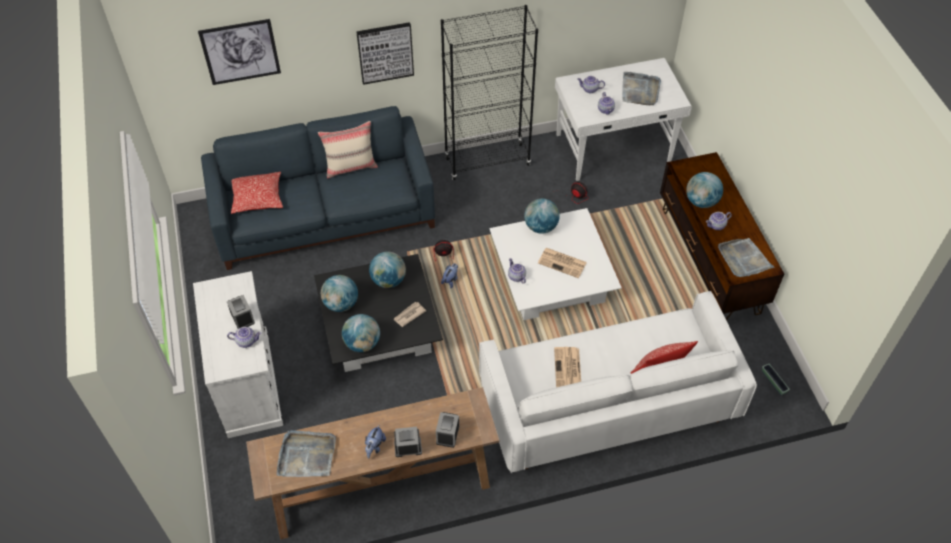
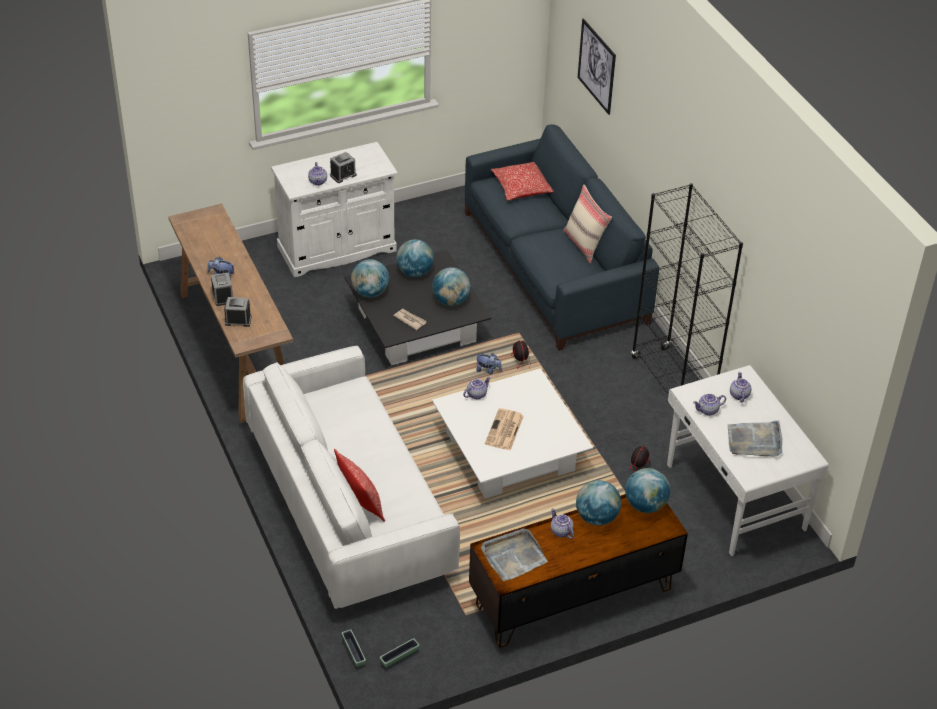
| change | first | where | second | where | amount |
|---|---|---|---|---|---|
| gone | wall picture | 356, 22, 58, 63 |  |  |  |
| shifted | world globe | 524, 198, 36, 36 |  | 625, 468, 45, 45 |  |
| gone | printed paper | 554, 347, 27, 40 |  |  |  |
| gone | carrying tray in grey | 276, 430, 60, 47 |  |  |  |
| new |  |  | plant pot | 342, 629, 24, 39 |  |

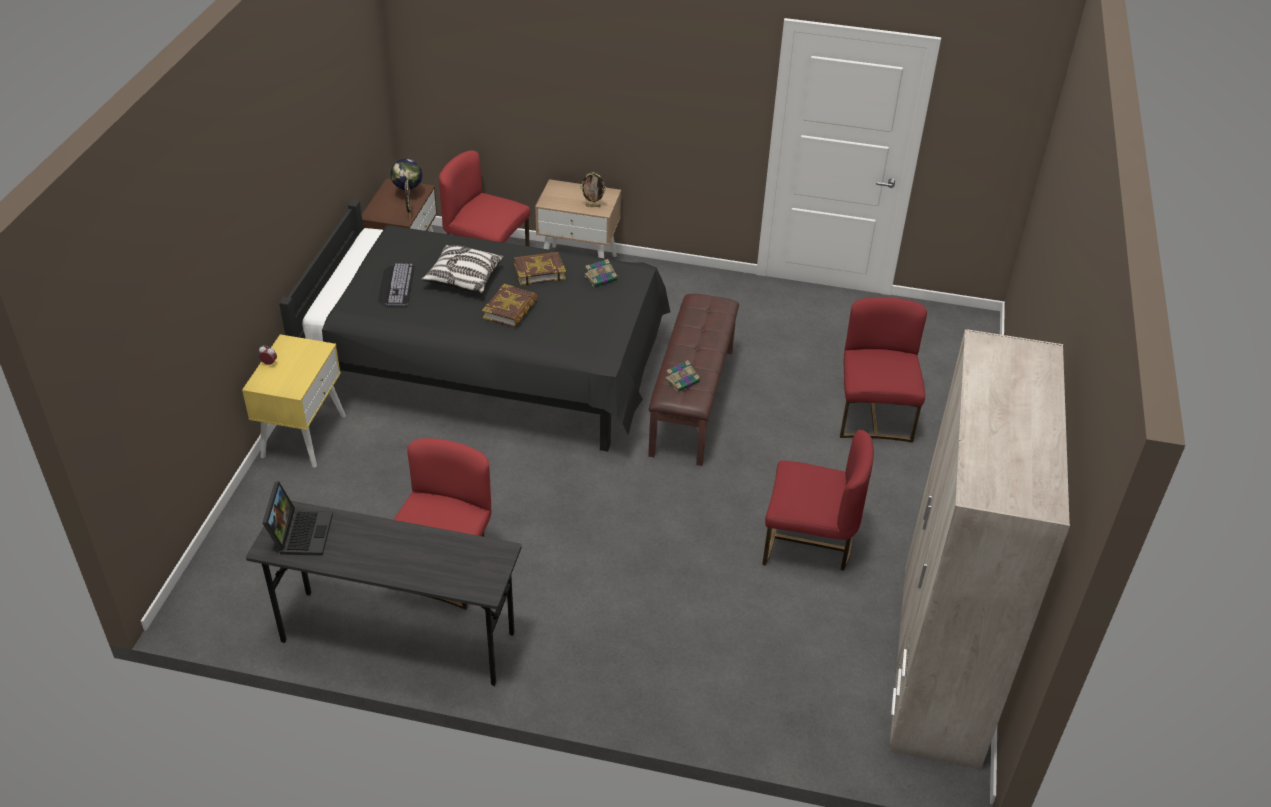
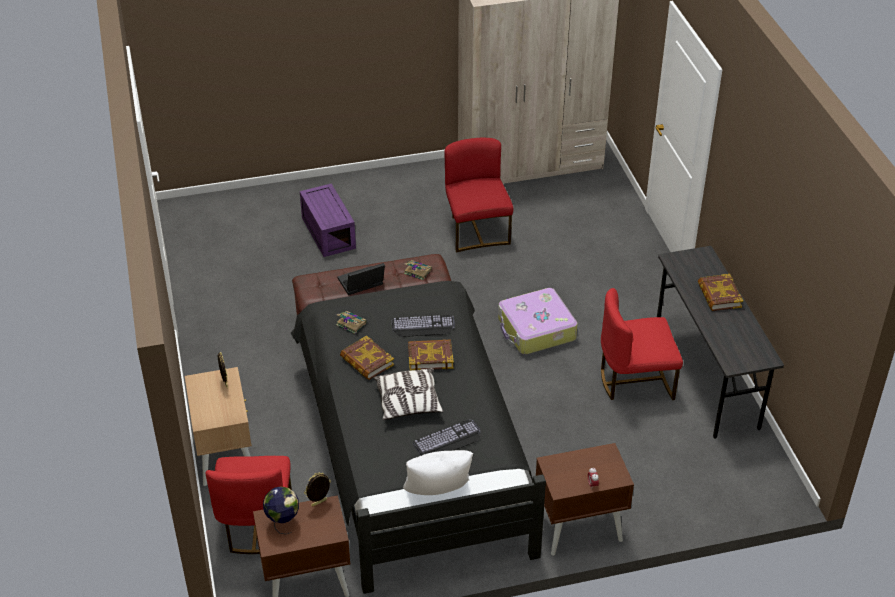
| change | first | where | second | where | amount |
|---|---|---|---|---|---|
| swapped | upright chair in reddish | 840, 297, 87, 145 | storage bin in purplish | 300, 183, 56, 74 |  |
| repainted | nightstand in yellowish | 242, 334, 104, 134 | nightstand in brown-coloured | 536, 443, 98, 113 |  |
| shifted | portable computer | 263, 482, 70, 74 |  | 337, 263, 48, 32 |  |
| new |  |  | bound book | 698, 274, 45, 37 |  |
| new |  |  | travel case | 498, 288, 80, 67 |  |
| new |  |  | computer keyboard | 392, 315, 63, 22 |  |
| new |  |  | cushion in white | 403, 450, 70, 45 |  |

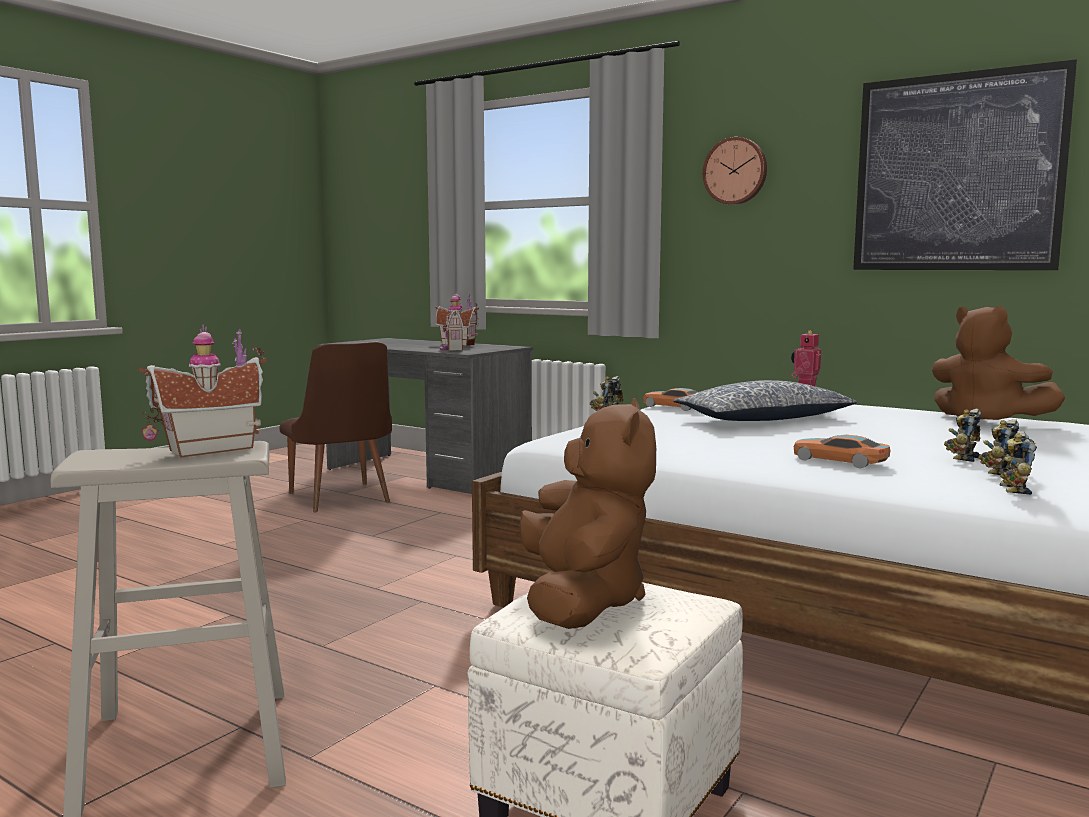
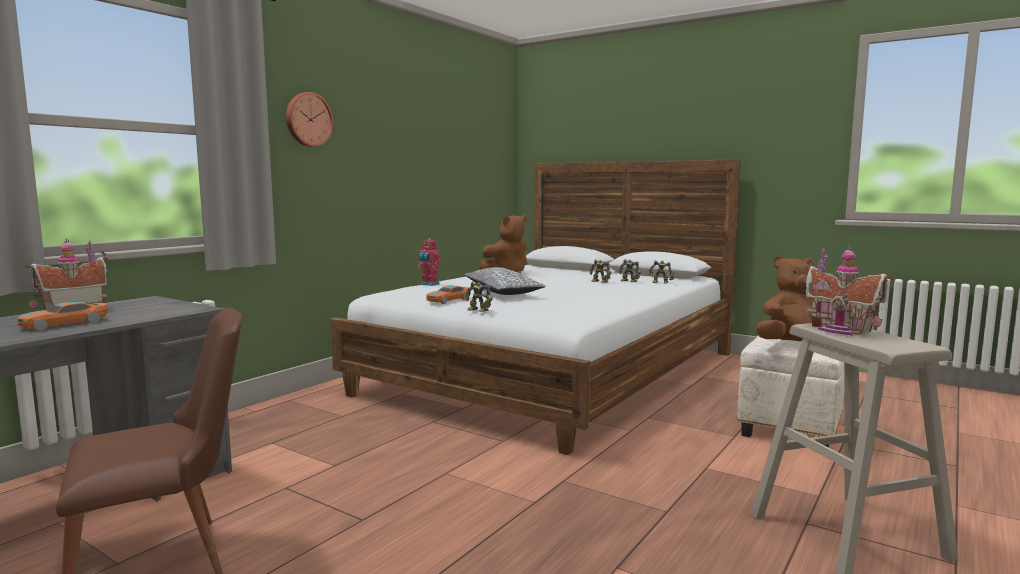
| change | first | where | second | where | amount |
|---|---|---|---|---|---|
| gone | wall picture | 853, 59, 224, 211 |  |  |  |
| gone | miniature house | 439, 292, 25, 59 |  |  |  |
| shifted | miniature car | 794, 435, 96, 34 |  | 17, 301, 90, 30 |  |

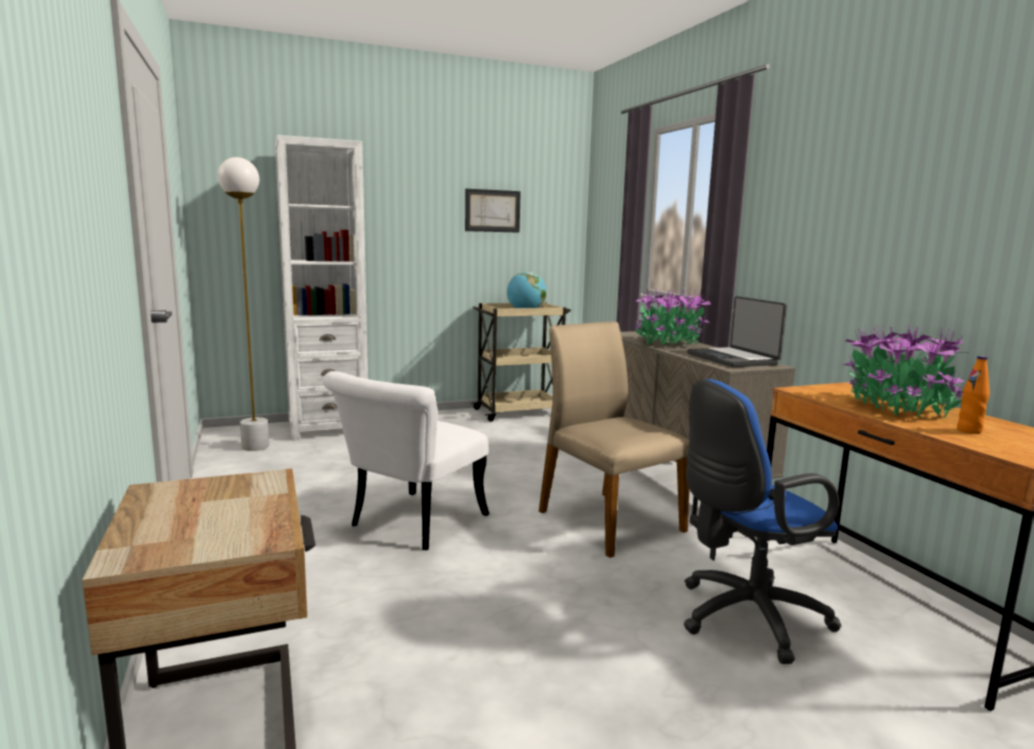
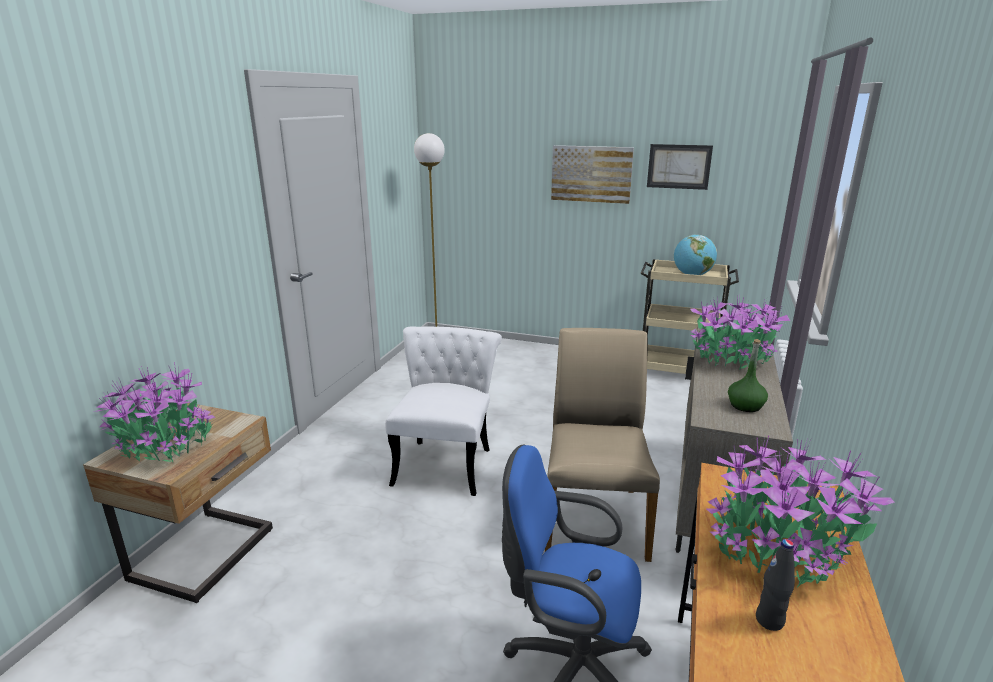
| change | first | where | second | where | amount |
|---|---|---|---|---|---|
| gone | bookcase in white | 275, 135, 93, 306 |  |  |  |
| swapped | portable computer | 687, 296, 100, 71 | bottle in green-coloured | 728, 339, 40, 73 |  |
| repainted | bottle in orange-coloured | 957, 356, 33, 78 | bottle in black | 756, 539, 39, 92 |  |
| rotated | upright chair in white | 323, 371, 166, 179 |  | 385, 327, 117, 169 | 120 degrees clockwise |
| new |  |  | wall picture | 551, 145, 83, 59 |  |
| new |  |  | plant in a pot | 96, 362, 119, 100 |  |

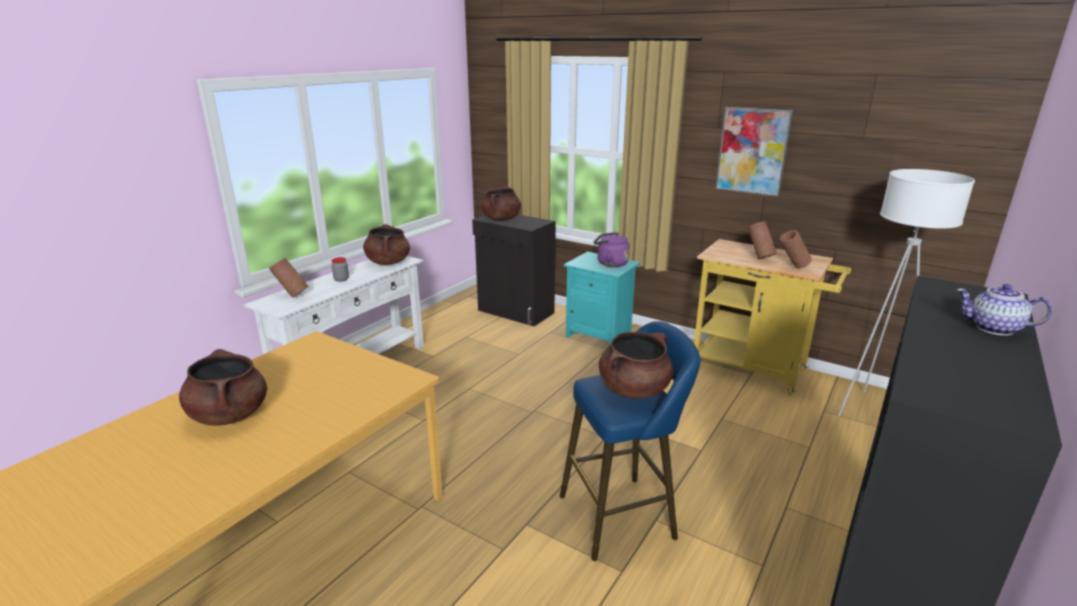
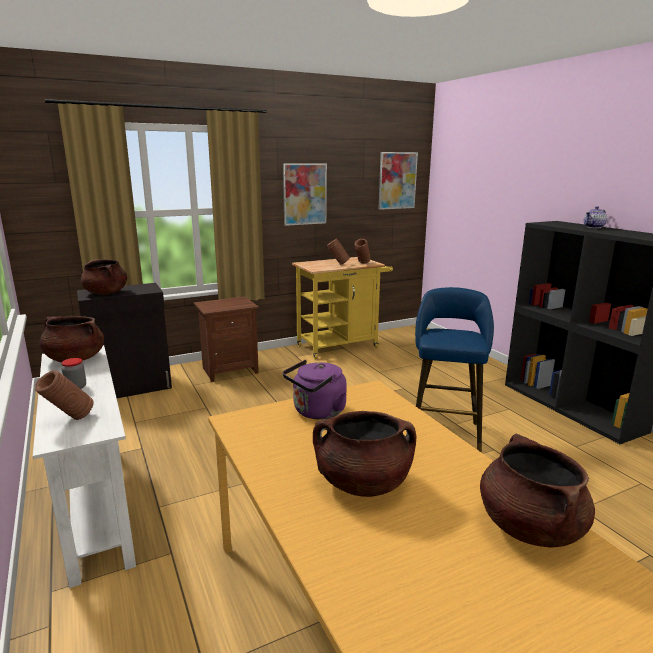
| change | first | where | second | where | amount |
|---|---|---|---|---|---|
| gone | standing lamp in white | 838, 169, 137, 248 |  |  |  |
| shifted | tea kettle in purplish | 594, 232, 36, 35 |  | 283, 360, 64, 59 |  |
| repainted | nightstand in turquoise-coloured | 564, 251, 77, 94 | nightstand in brown-coloured | 194, 296, 65, 86 |  |
| shifted | cooking pot in brown-coloured | 599, 332, 74, 67 |  | 480, 434, 115, 114 |  |
| new |  |  | wall picture | 379, 152, 39, 58 |  |

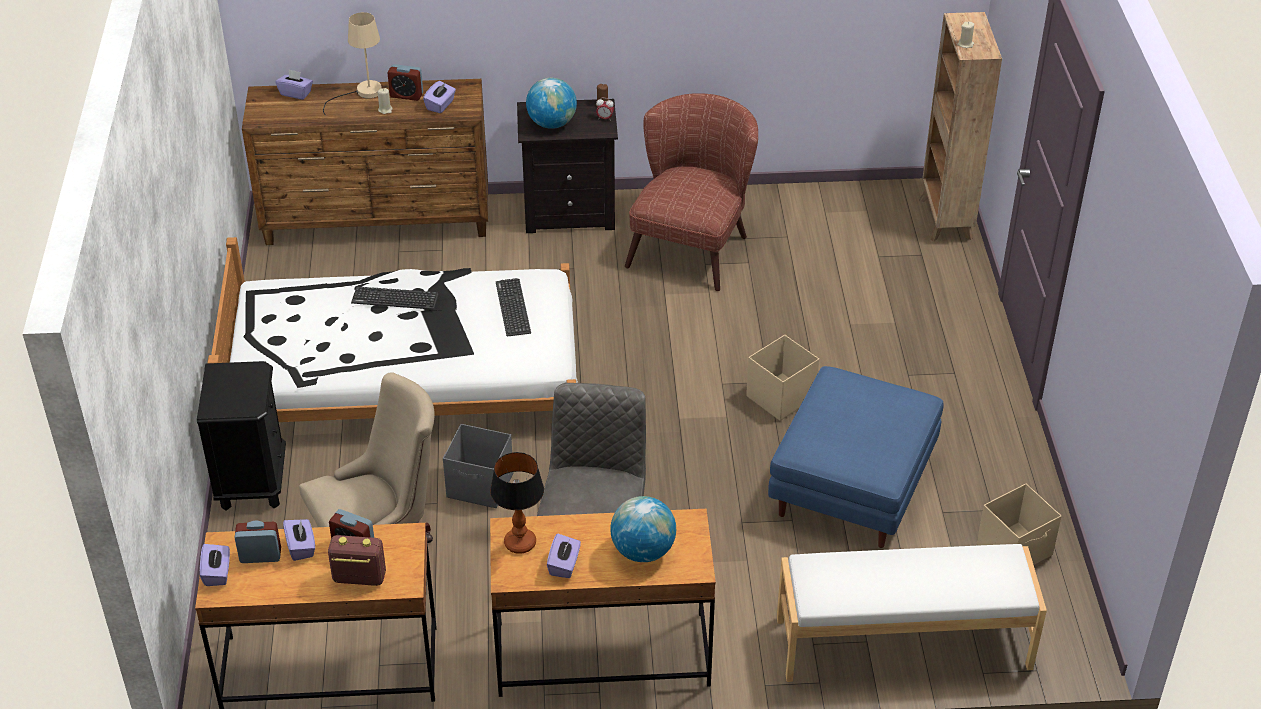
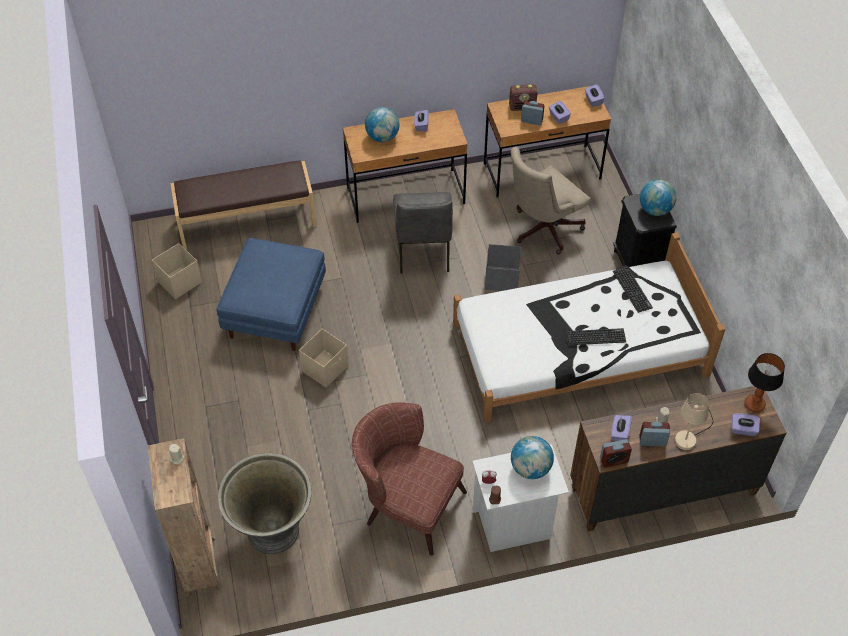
| change | first | where | second | where | amount |
|---|---|---|---|---|---|
| rotated | armchair in brown-coloured | 625, 93, 133, 198 |  | 352, 402, 115, 154 | 105 degrees clockwise |
| repainted | nightstand in black | 517, 99, 101, 134 | nightstand in white | 472, 444, 97, 108 |  |
| shifted | computer keyboard | 496, 278, 35, 58 |  | 613, 267, 40, 46 |  |
| shifted | table lamp | 490, 452, 54, 102 |  | 745, 353, 40, 60 |  |
| shifted | alarm clock | 234, 520, 47, 43 |  | 600, 439, 32, 28 |  |
| repainted | bench in white | 777, 544, 270, 138 | bench in brown-coloured | 170, 160, 146, 90 |  |
| new |  |  | world globe | 640, 180, 37, 36 |  |
| new |  |  | plant pot in grey | 218, 453, 94, 101 |  |

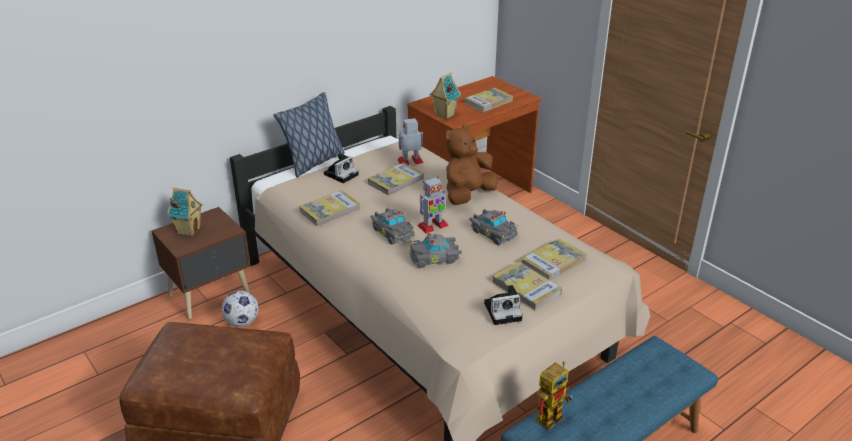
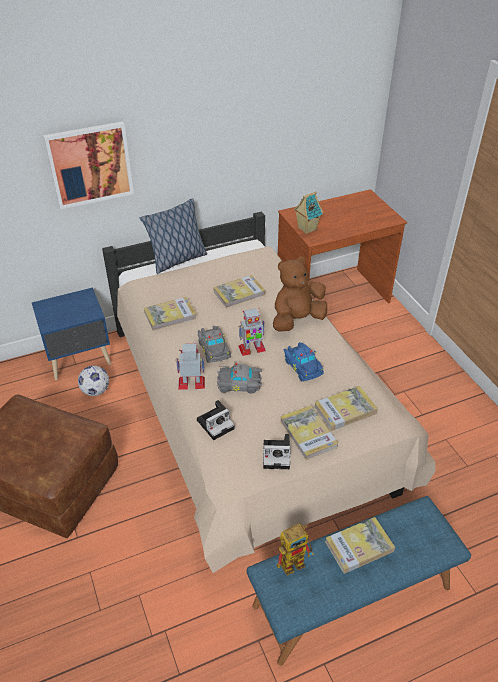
| change | first | where | second | where | amount |
|---|---|---|---|---|---|
| shifted | bound book | 464, 88, 49, 24 |  | 325, 517, 70, 57 |  |
| shifted | toy robot | 398, 118, 26, 47 |  | 176, 344, 29, 45 |  |
| shifted | still camera | 324, 154, 35, 29 |  | 197, 400, 37, 40 |  |
| gone | miniature house | 167, 188, 36, 48 |  |  |  |
| repainted | nightstand in brown-coloured | 152, 207, 99, 113 | nightstand in blue-coloured | 32, 288, 79, 92 |  |
| repainted | miniature car in grey | 469, 209, 49, 36 | miniature car in blue-coloured | 284, 342, 40, 39 |  |
| new |  |  | wall picture | 43, 121, 91, 88 |  |

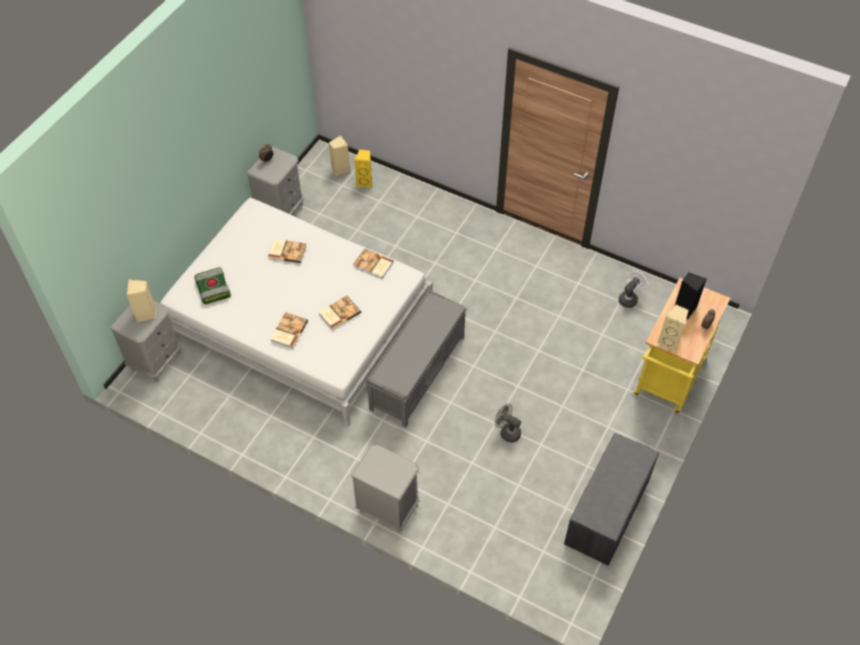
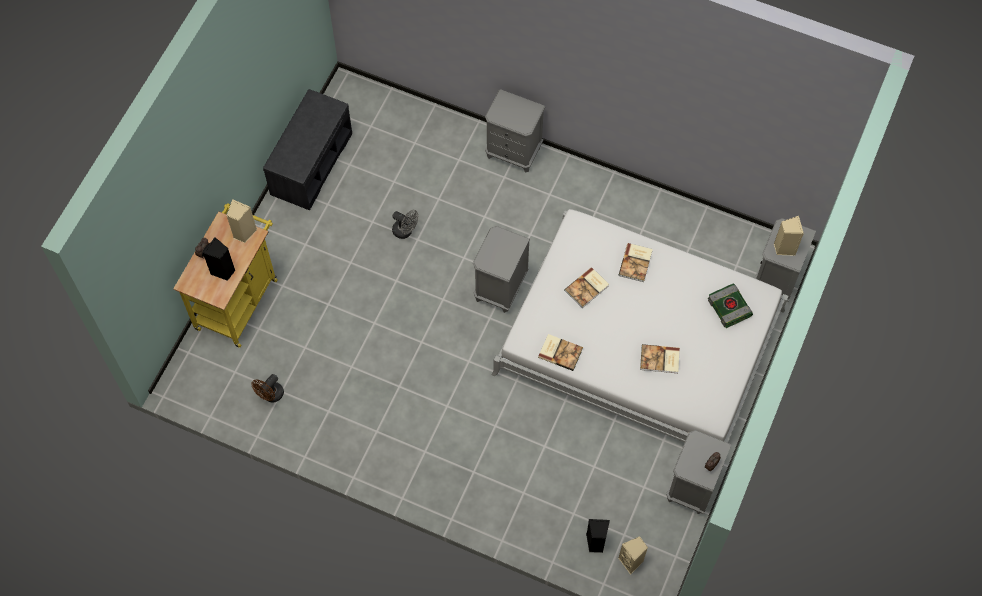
| change | first | where | second | where | amount |
|---|---|---|---|---|---|
| repainted | loudspeaker in yellowish | 354, 149, 18, 39 | loudspeaker in black | 586, 519, 24, 34 |  |
| repainted | electric fan in white | 619, 270, 29, 38 | electric fan in brown-coloured | 251, 374, 33, 29 |  |
| swapped | bench in grey | 365, 290, 102, 137 | nightstand in grey | 473, 226, 57, 87 |  |

